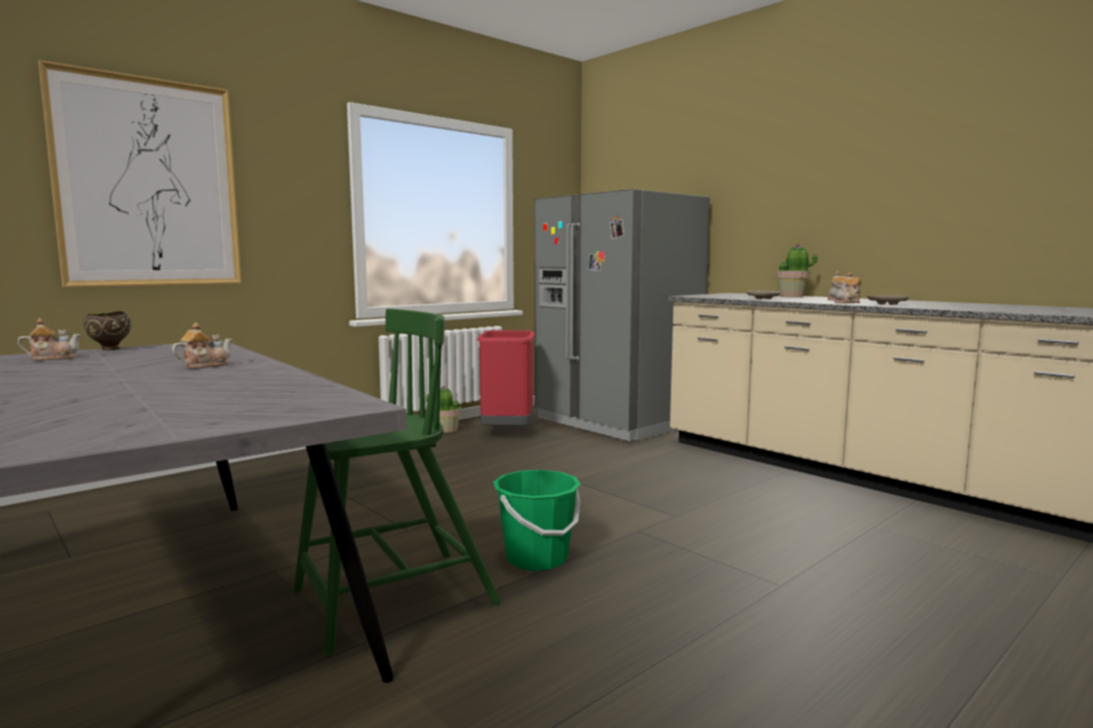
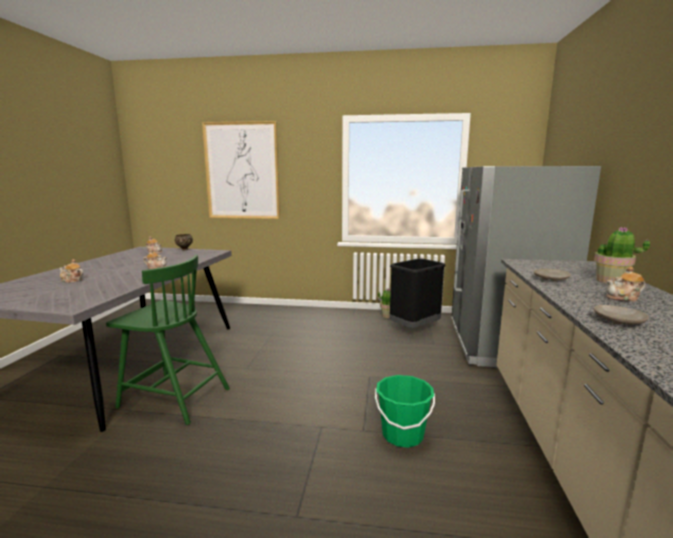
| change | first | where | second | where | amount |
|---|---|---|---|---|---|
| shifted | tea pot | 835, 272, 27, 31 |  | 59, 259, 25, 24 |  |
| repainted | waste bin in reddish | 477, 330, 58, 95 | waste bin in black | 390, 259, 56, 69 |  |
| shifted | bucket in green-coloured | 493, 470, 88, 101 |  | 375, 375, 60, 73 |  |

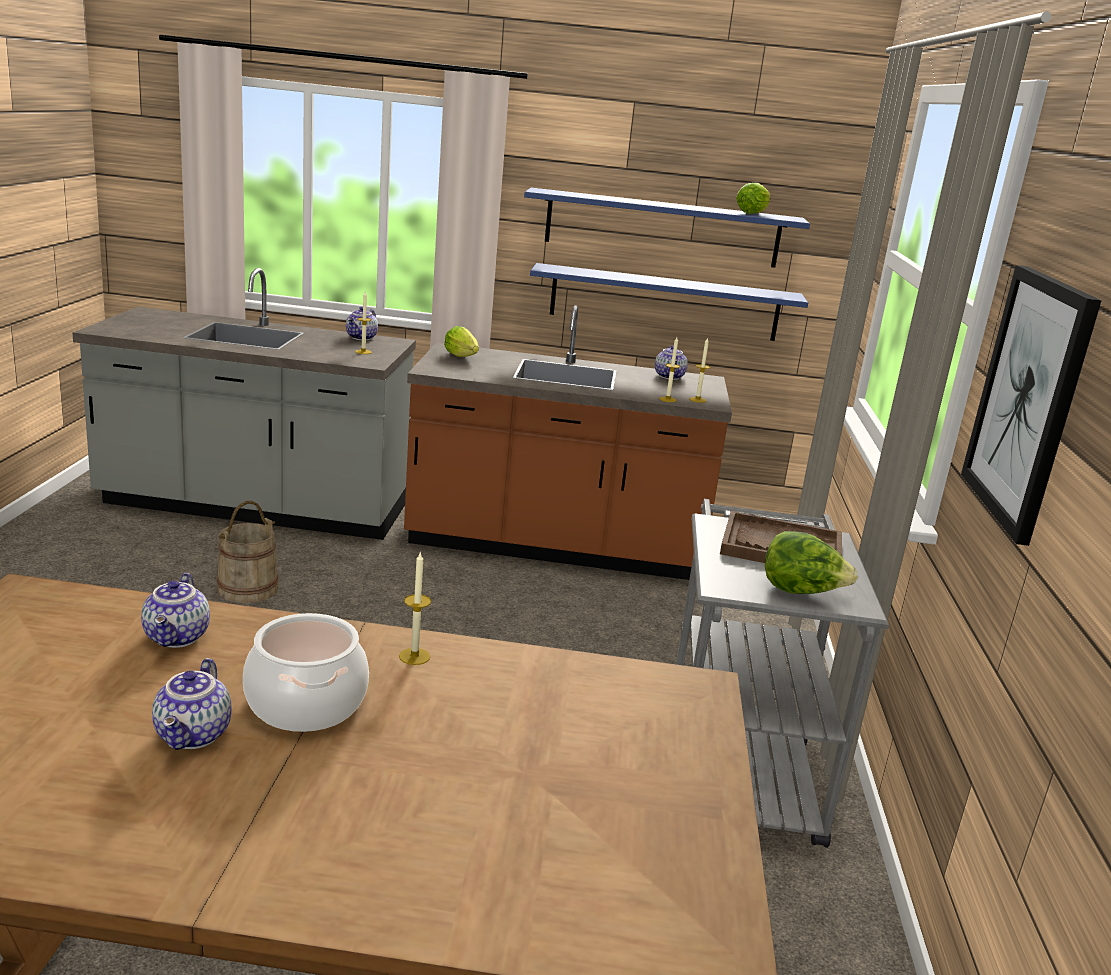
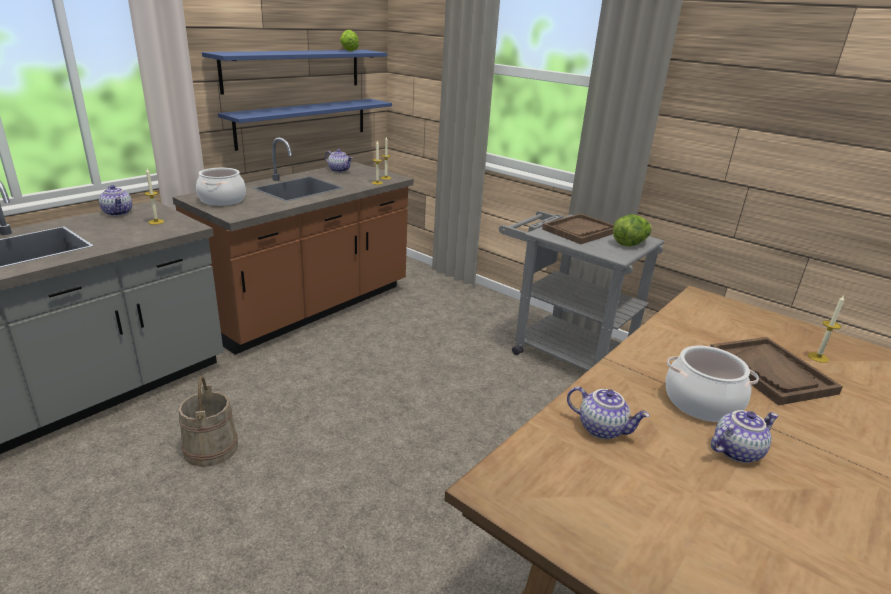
| change | first | where | second | where | amount |
|---|---|---|---|---|---|
| gone | wall picture | 961, 265, 141, 281 |  |  |  |
| swapped | lettuce | 444, 326, 35, 31 | cooking pot | 196, 168, 50, 38 |  |
| shifted | wax candle | 399, 553, 32, 112 |  | 808, 295, 36, 68 |  |
| rotated | tea pot | 152, 658, 80, 92 |  | 711, 410, 68, 53 | 60 degrees counterclockwise |
| new |  |  | carrying tray in brown-coloured | 710, 337, 133, 68 |  |

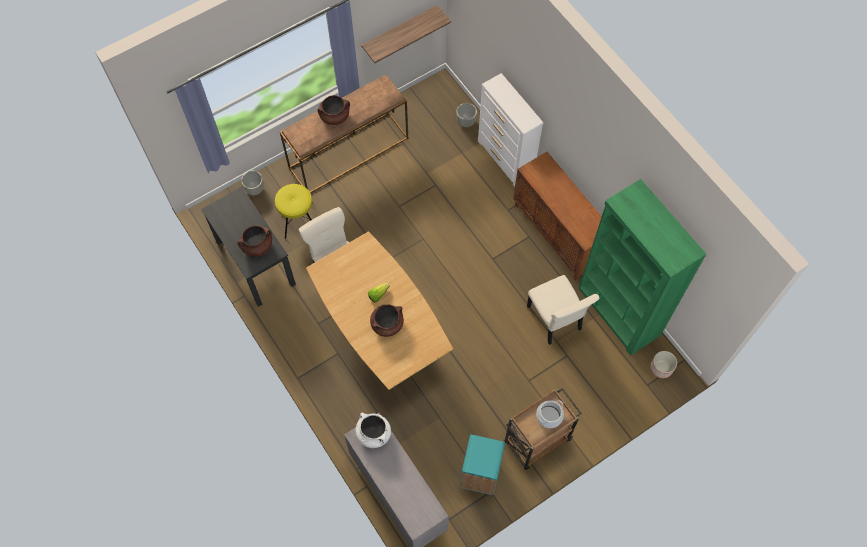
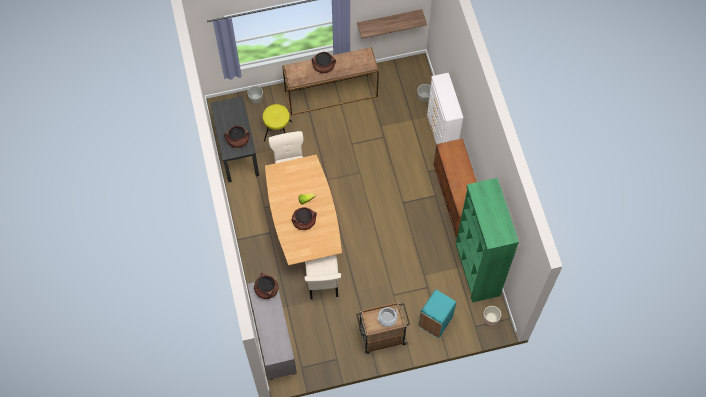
| change | first | where | second | where | amount |
|---|---|---|---|---|---|
| shifted | upright chair in sand-coloured | 527, 275, 73, 70 |  | 304, 255, 37, 45 |  |
| repainted | cooking pot in white | 356, 413, 35, 35 | cooking pot in brown-coloured | 254, 273, 25, 26 |  |
| shifted | waste bin in turquoise-coloured | 460, 435, 45, 60 |  | 418, 289, 38, 49 |  |

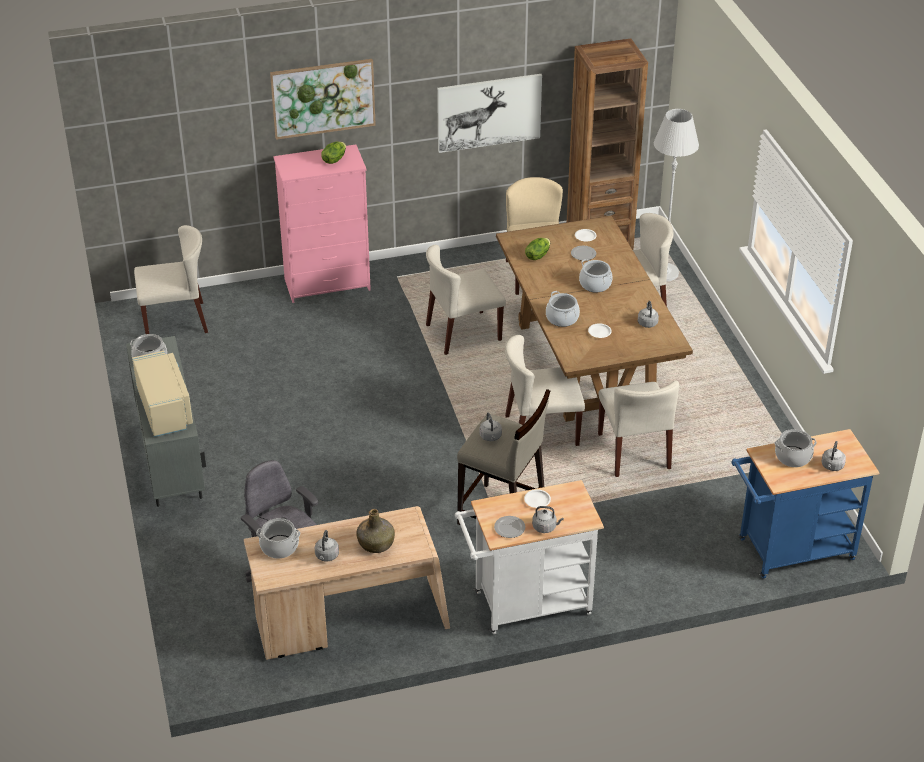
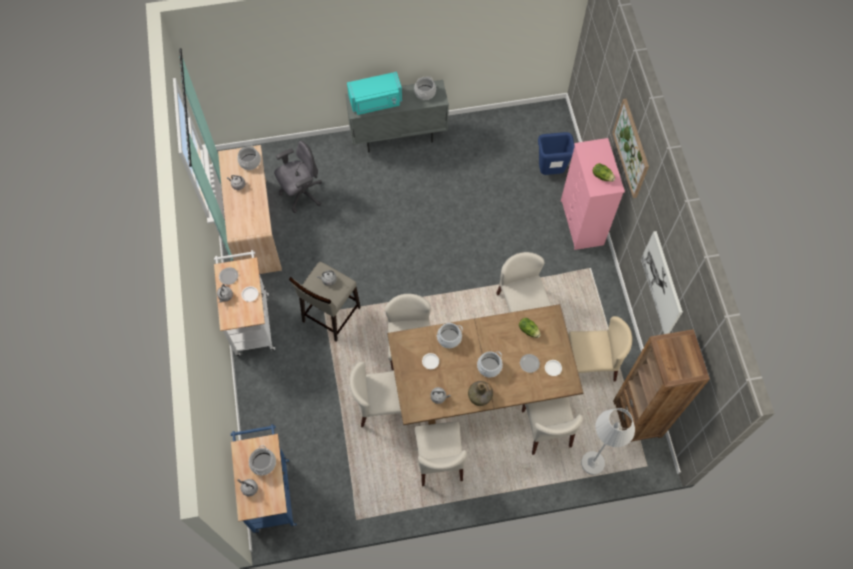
| change | first | where | second | where | amount |
|---|---|---|---|---|---|
| shifted | upright chair in sand-coloured | 134, 225, 74, 109 |  | 415, 421, 52, 65 |  |
| repainted | kitchen microwave in sand-coloured | 132, 351, 61, 86 | kitchen microwave in turquoise-coloured | 347, 72, 55, 43 |  |
| shifted | bottle in green-coloured | 356, 509, 39, 44 |  | 468, 381, 25, 25 |  |
| new |  |  | waste bin in blue-coloured | 538, 132, 37, 43 |  |

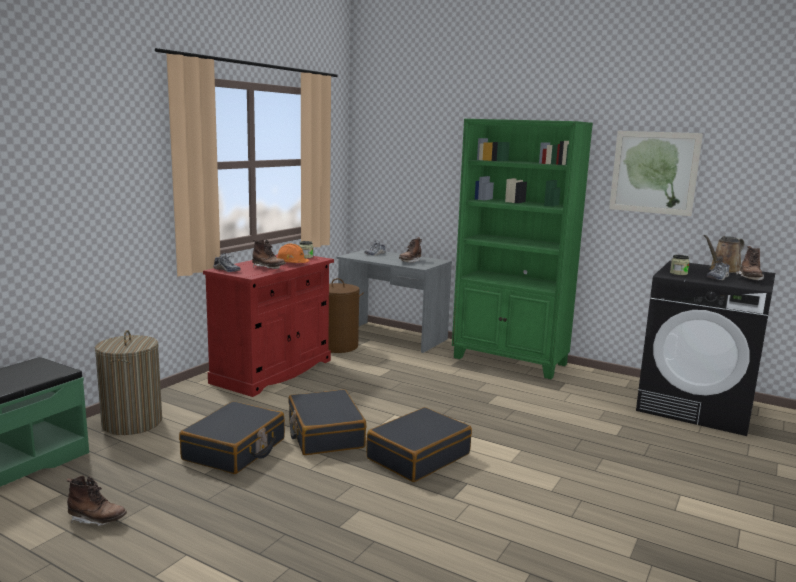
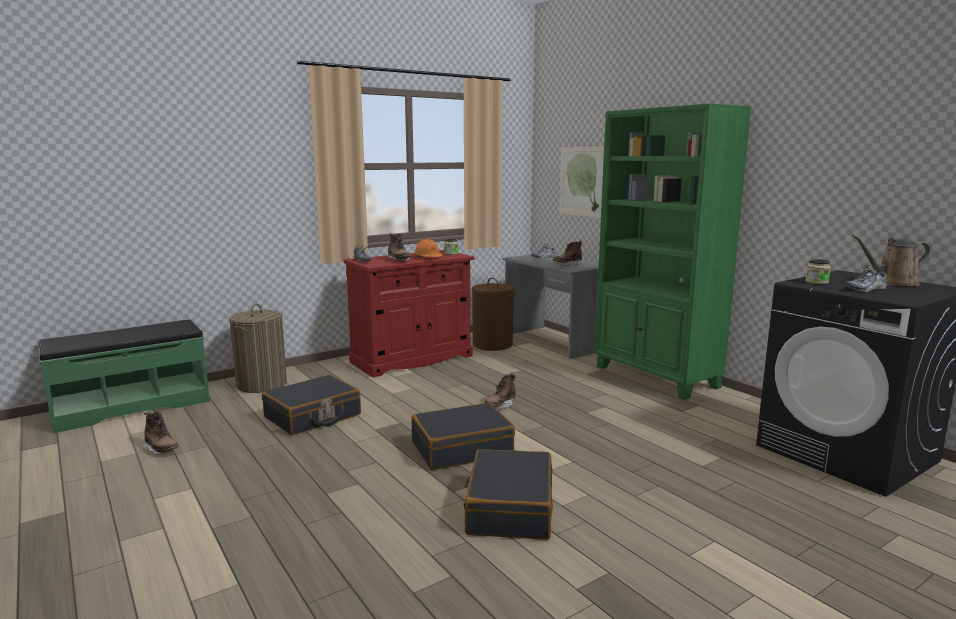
| change | first | where | second | where | amount |
|---|---|---|---|---|---|
| shifted | wall picture | 609, 131, 94, 85 |  | 559, 147, 45, 71 |  |
| shifted | tall boot in brown-coloured | 736, 246, 28, 35 |  | 484, 373, 32, 36 |  |
| shifted | travel case in black | 288, 389, 79, 66 |  | 463, 449, 90, 91 |  |

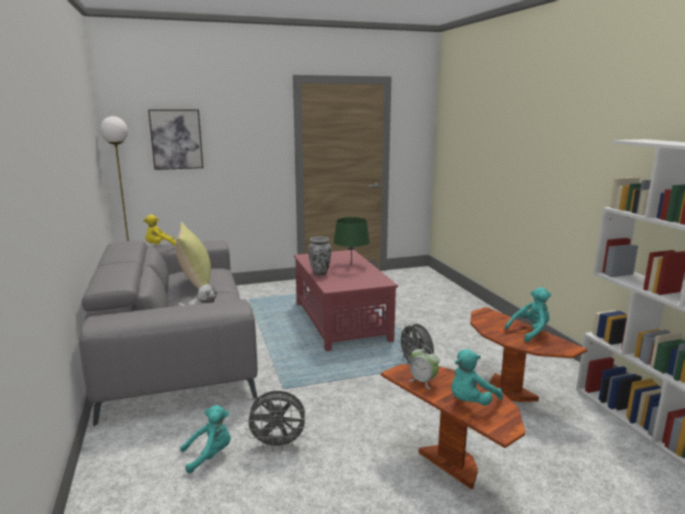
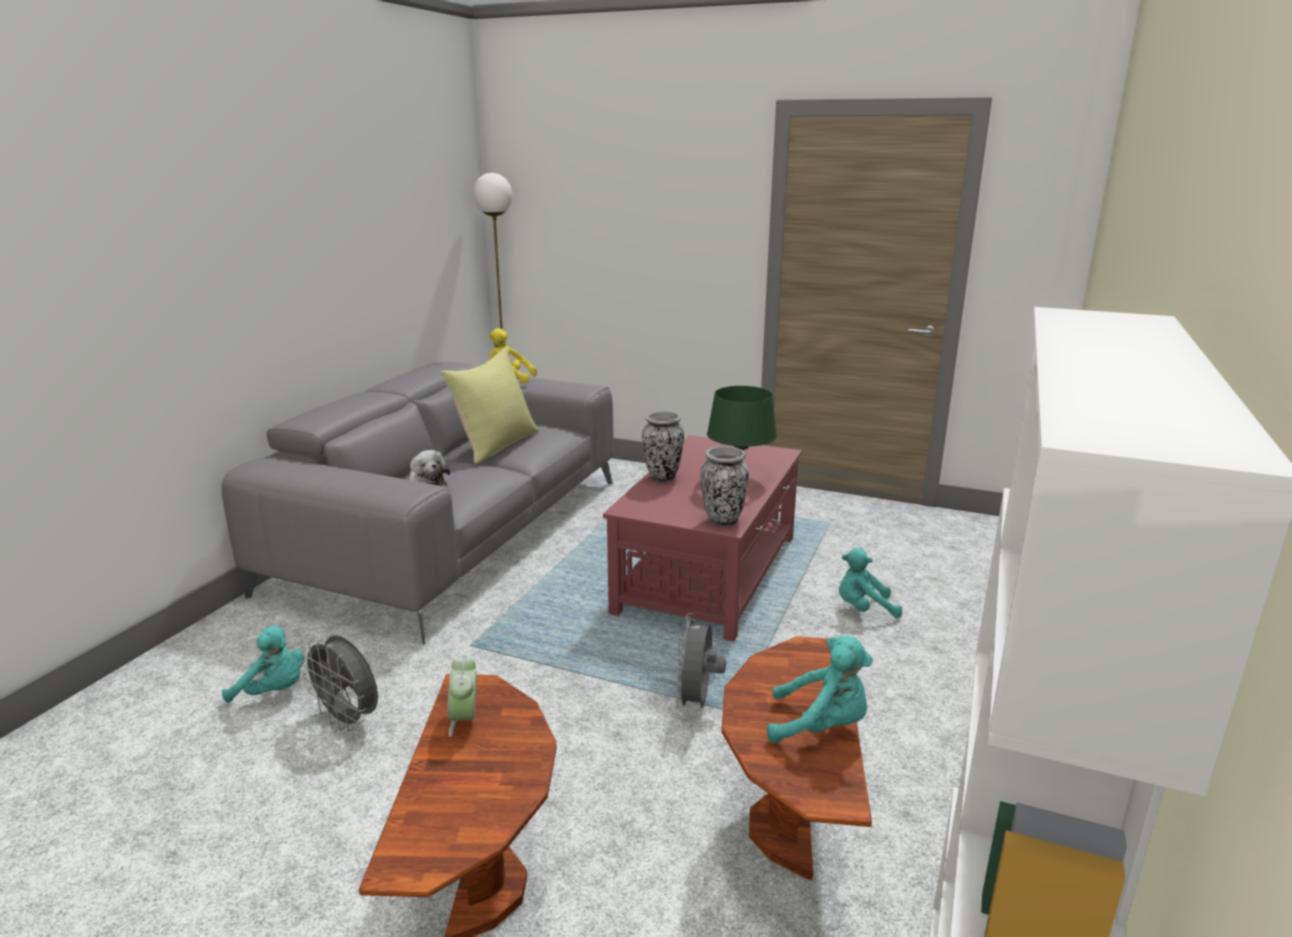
| change | first | where | second | where | amount |
|---|---|---|---|---|---|
| gone | wall picture | 148, 109, 55, 61 |  |  |  |
| shifted | plush toy in turquoise-coloured | 451, 349, 52, 57 |  | 839, 548, 63, 70 |  |
| new |  |  | decorative vase | 701, 446, 48, 81 |  |

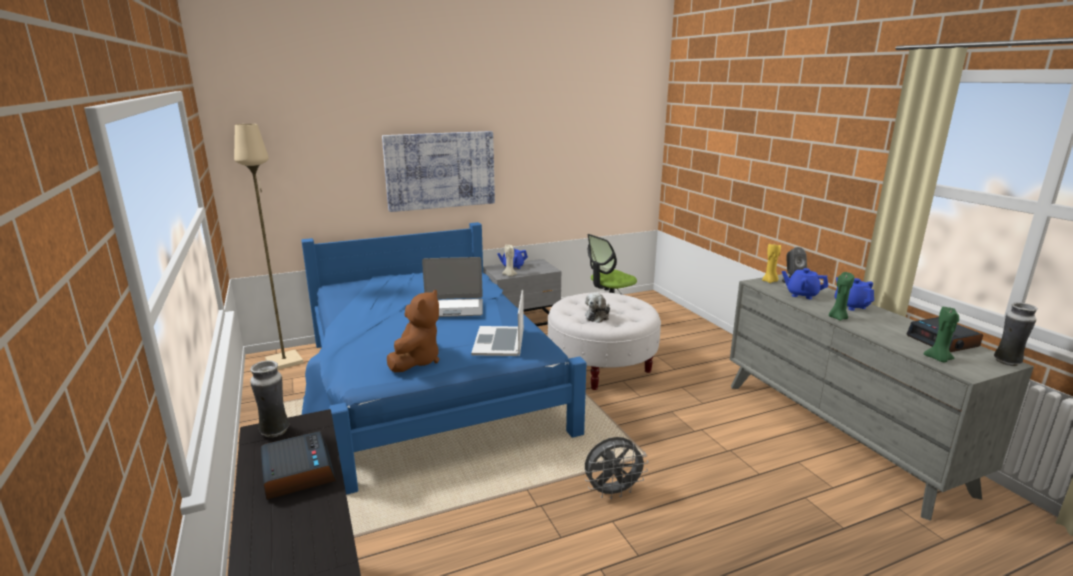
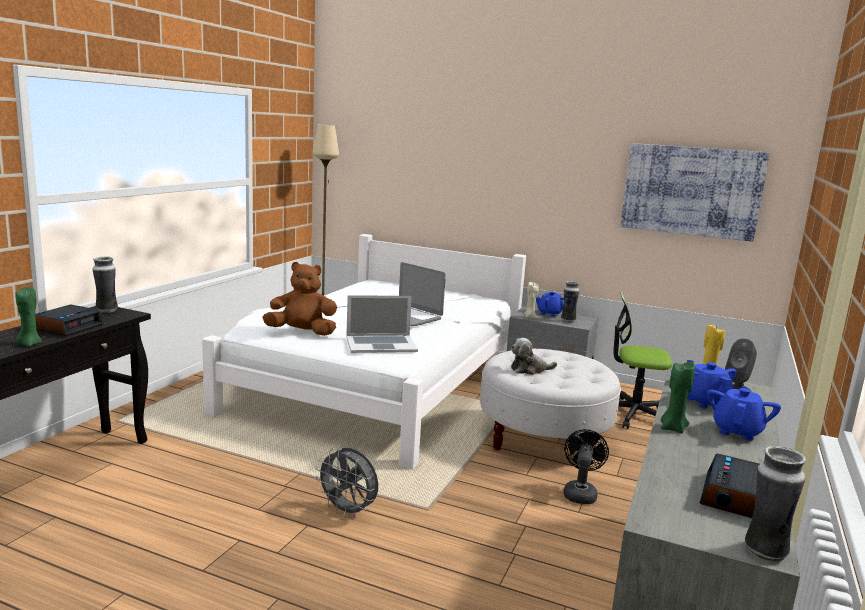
| change | first | where | second | where | amount |
|---|---|---|---|---|---|
| shifted | wall picture | 382, 131, 113, 81 |  | 620, 143, 149, 99 |  |
| repainted | bedroom bed in blue-coloured | 301, 222, 286, 273 | bedroom bed in white | 202, 234, 324, 235 |  |
| rotated | plush toy in brown-coloured | 387, 290, 52, 82 |  | 262, 262, 75, 74 | 150 degrees counterclockwise |
| rotated | portable computer | 471, 290, 53, 66 |  | 346, 295, 72, 58 | 150 degrees counterclockwise |
| shifted | wax candle in green-coloured | 923, 307, 36, 55 |  | 15, 287, 27, 59 |  |
| new |  |  | decorative vase | 561, 281, 18, 42 |  |
| new |  |  | electric fan in black | 563, 429, 46, 75 |  |

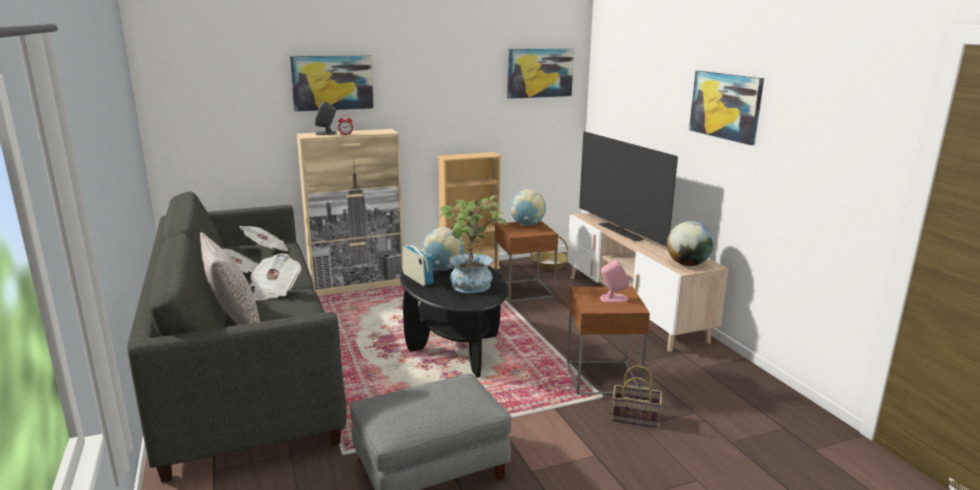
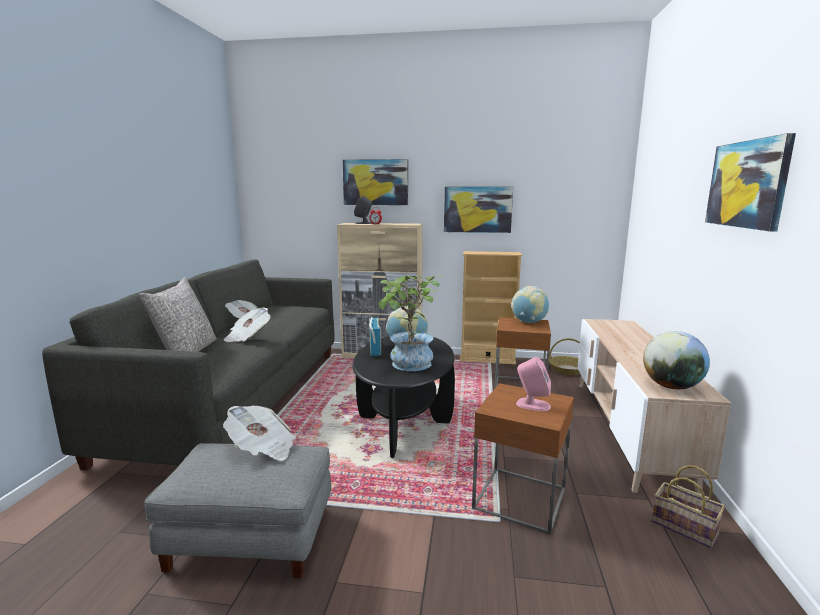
| change | first | where | second | where | amount |
|---|---|---|---|---|---|
| shifted | wall picture | 507, 48, 67, 51 |  | 444, 187, 69, 46 |  |
| gone | television | 579, 131, 99, 116 |  |  |  |
| shifted | printed paper | 240, 226, 48, 25 |  | 223, 406, 73, 55 |  |
| shifted | storage basket | 612, 365, 50, 63 |  | 652, 465, 73, 83 |  |

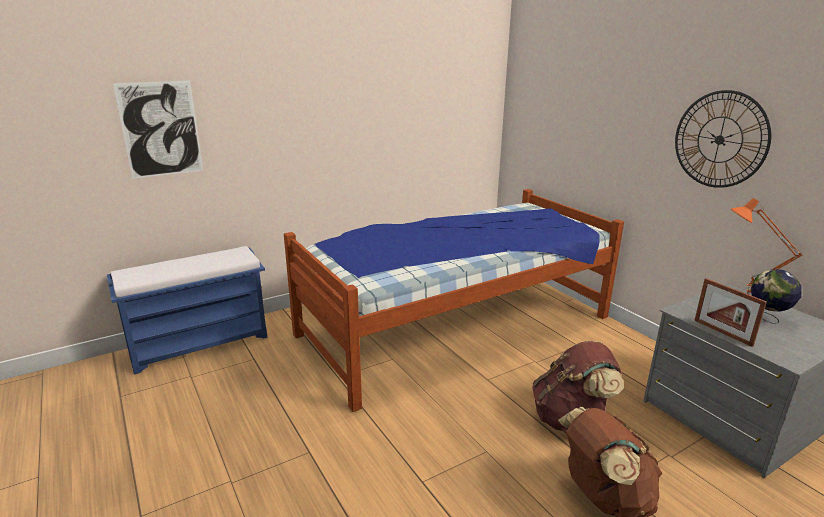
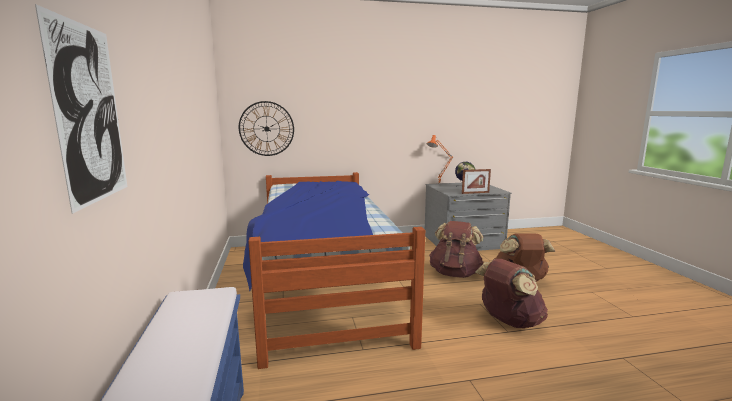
| change | first | where | second | where | amount |
|---|---|---|---|---|---|
| shifted | hanging clock | 675, 90, 96, 98 |  | 239, 101, 55, 55 |  |
| new |  |  | knapsack in brown-coloured | 476, 259, 72, 69 |  |

